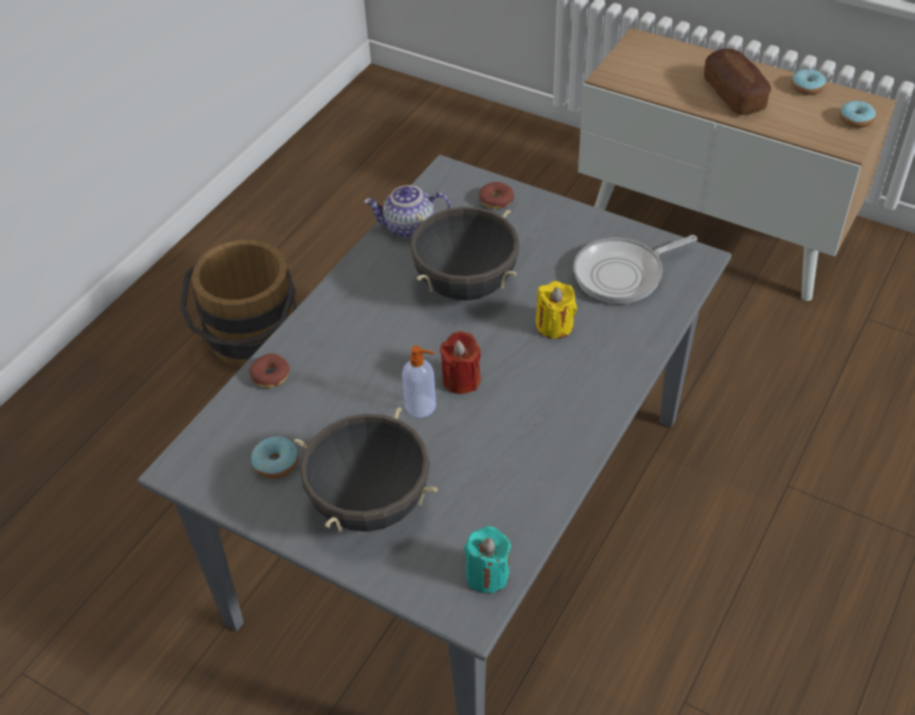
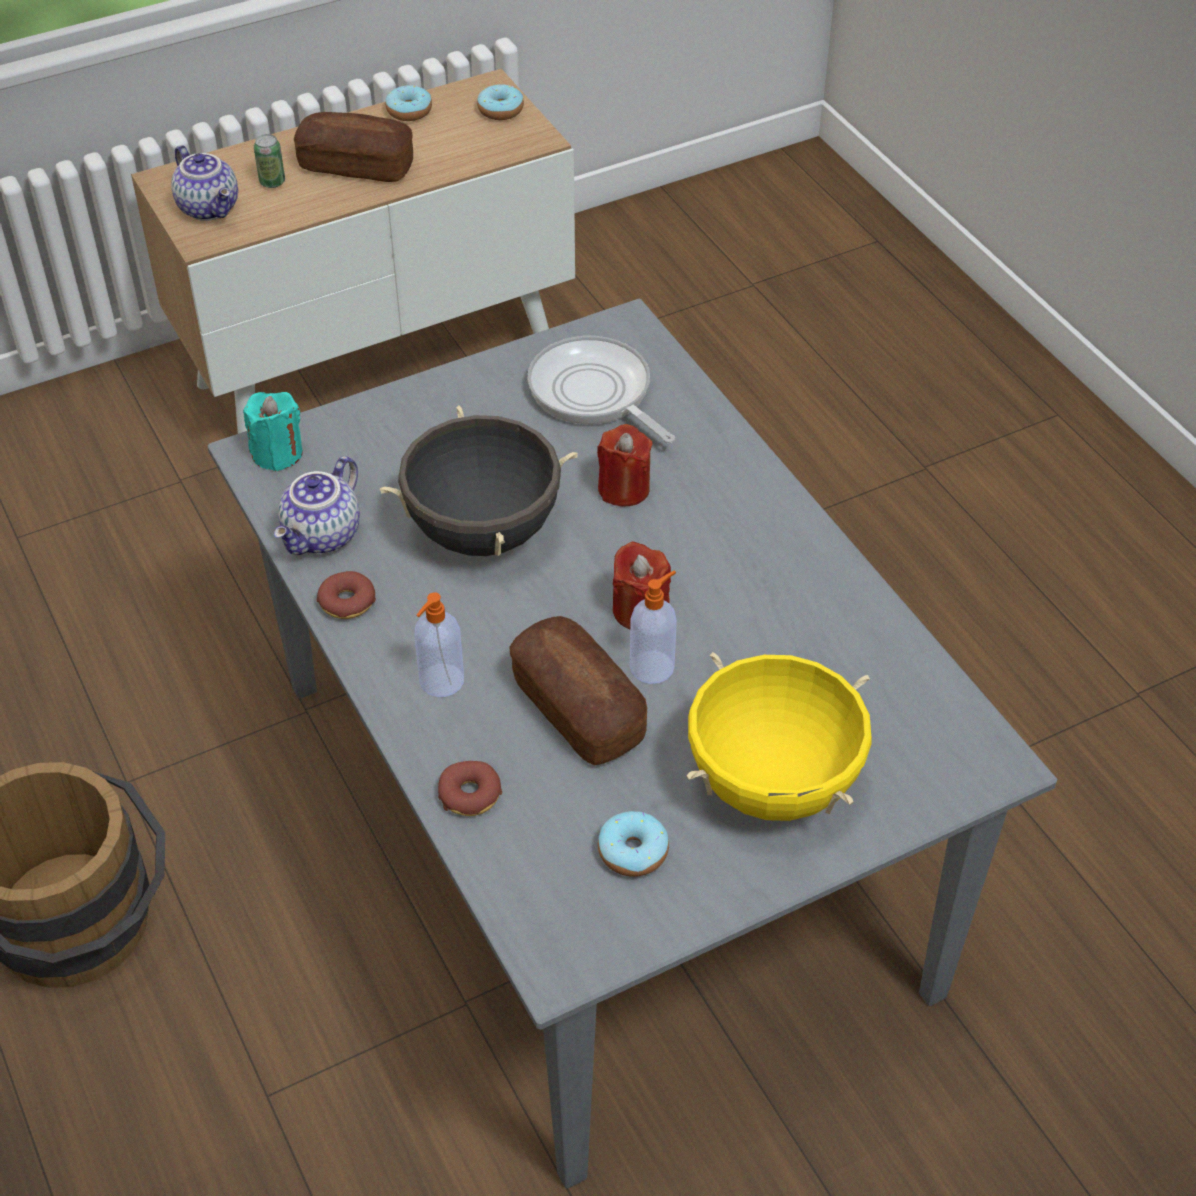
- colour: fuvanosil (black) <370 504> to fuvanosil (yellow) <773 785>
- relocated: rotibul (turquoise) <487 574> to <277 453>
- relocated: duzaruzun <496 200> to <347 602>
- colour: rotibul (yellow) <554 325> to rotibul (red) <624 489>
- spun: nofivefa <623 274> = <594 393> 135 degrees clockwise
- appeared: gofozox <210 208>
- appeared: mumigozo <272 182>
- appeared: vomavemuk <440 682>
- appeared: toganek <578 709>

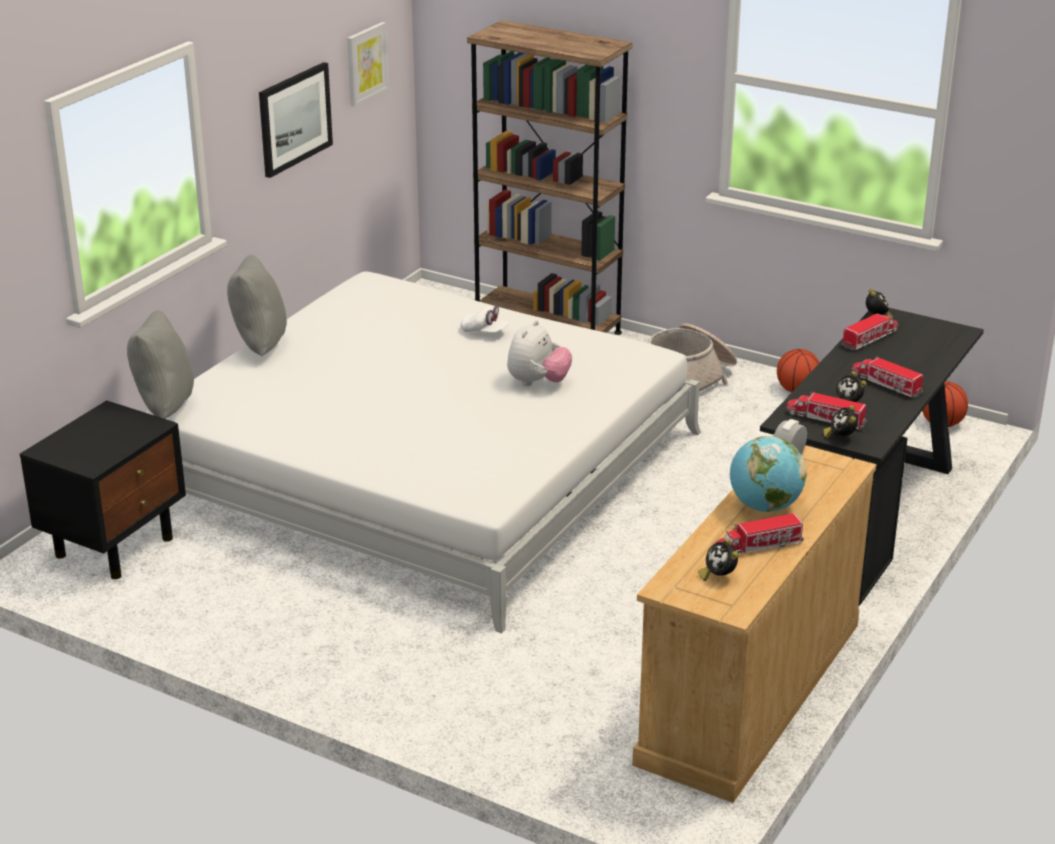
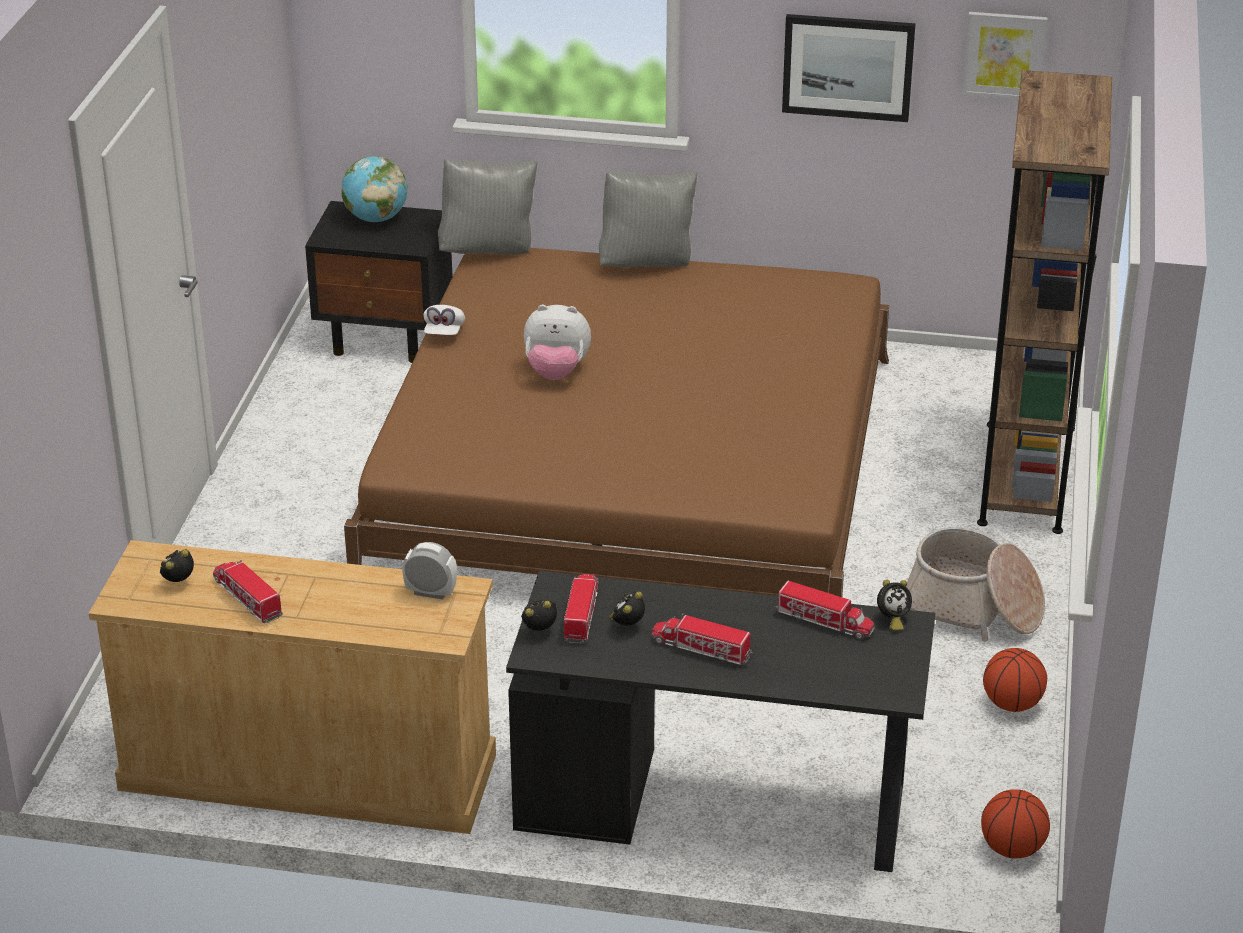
- colour: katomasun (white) <423 467> to katomasun (brown) <633 467>
- relocated: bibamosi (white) <484 332> to <444 332>
- relocated: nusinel <538 383> to <556 372>
- relocated: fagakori <764 507> to <376 218>
- spun: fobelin <886 384> = <701 648> 90 degrees counterclockwise

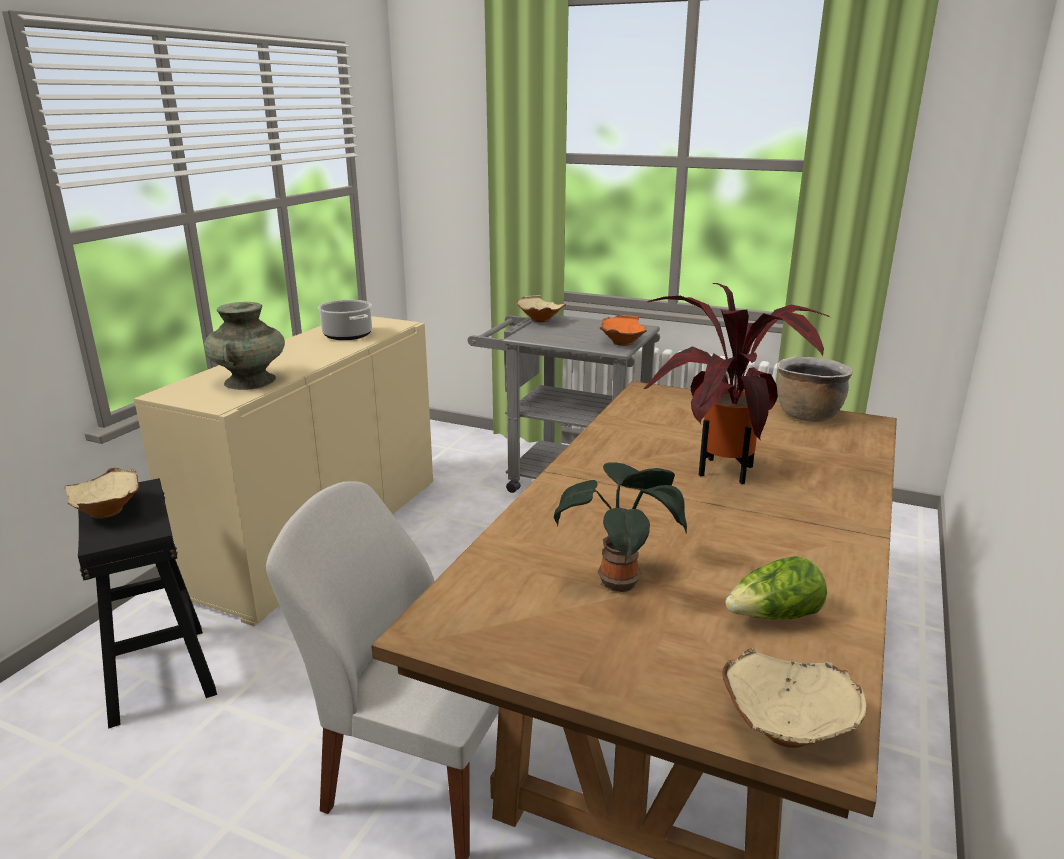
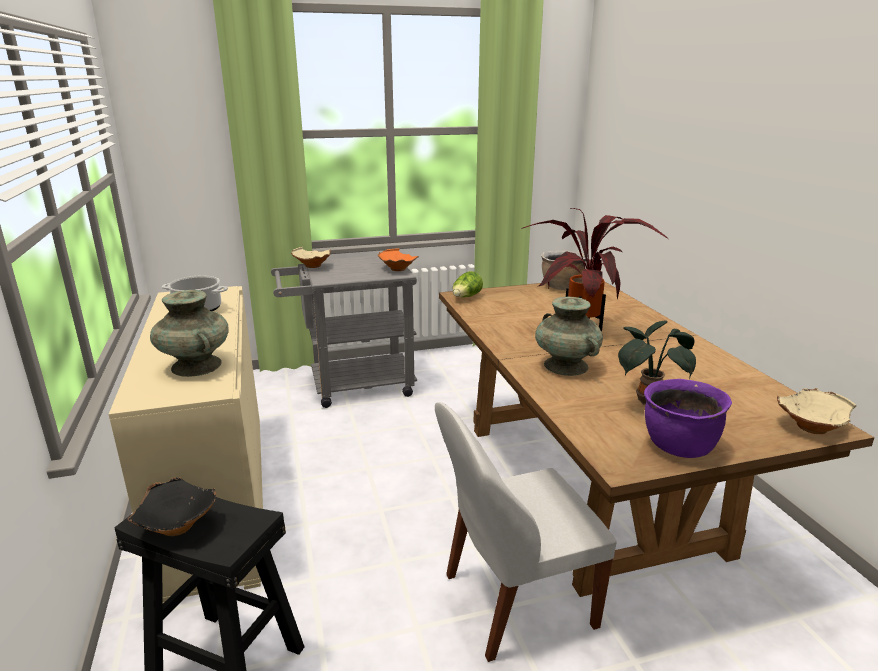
- colour: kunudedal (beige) <109 511> to kunudedal (black) <179 524>
- relocated: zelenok <774 616> to <466 297>
- appeared: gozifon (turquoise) <566 366>
- appeared: fuvanosil (purple) <678 447>

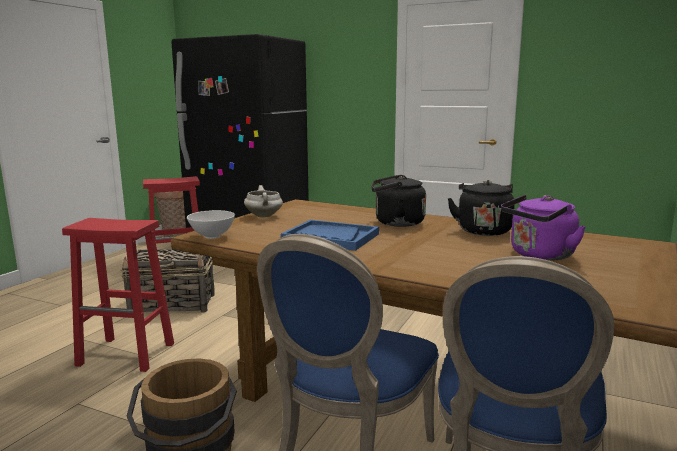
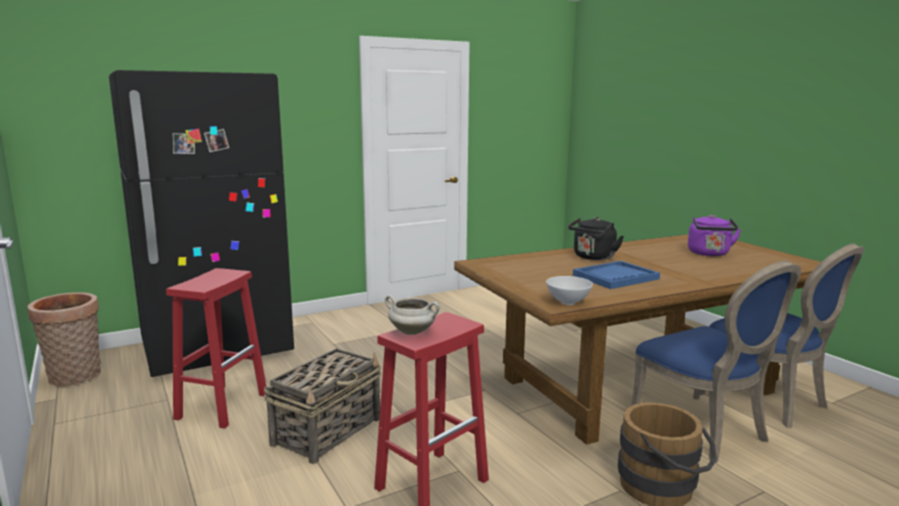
- relocated: fuvanosil (white) <264 216> to <413 332>
- missing: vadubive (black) <483 230>

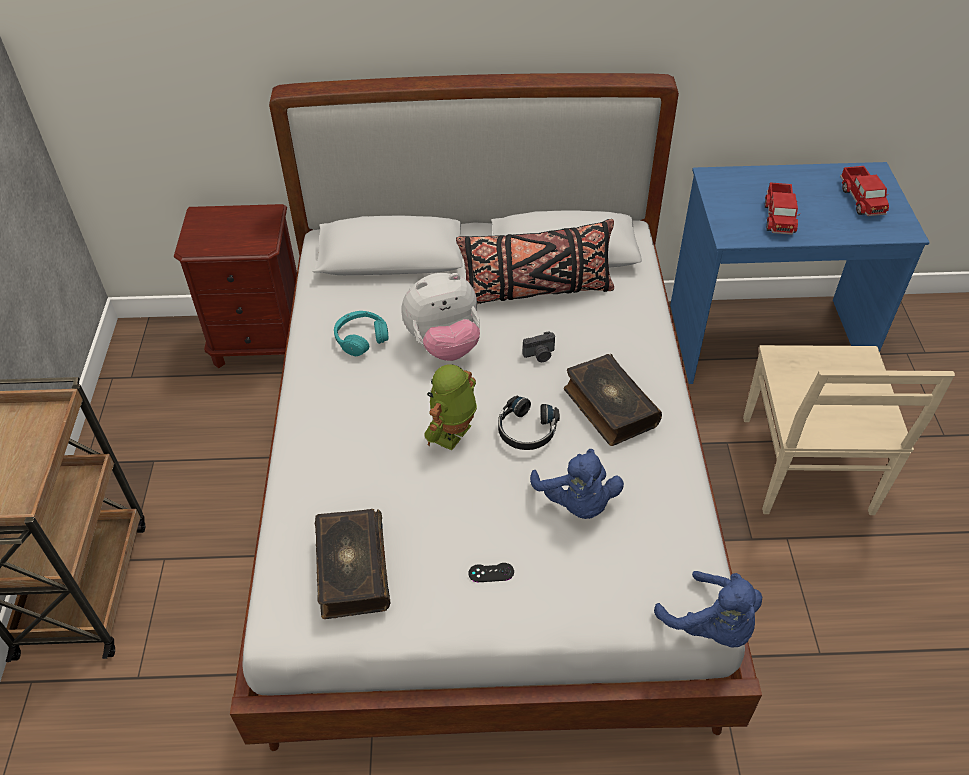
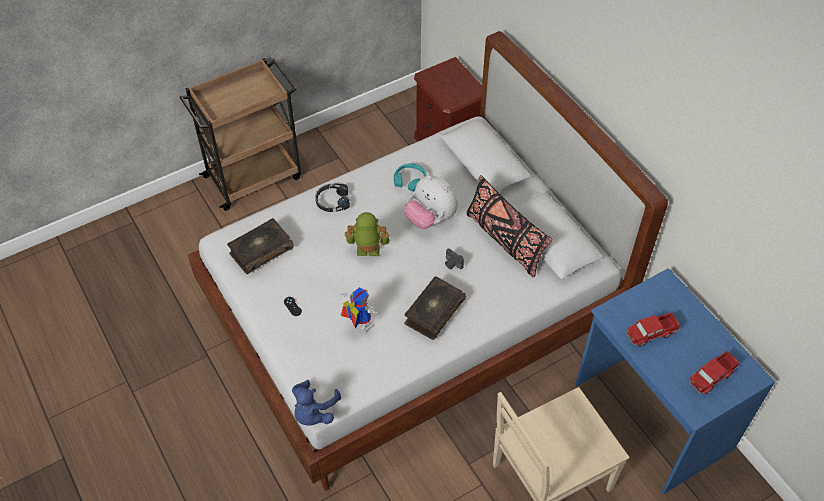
- relocated: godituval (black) <526 430> to <332 201>
- exchanged: nusinel (blue) <577 502> to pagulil <357 324>

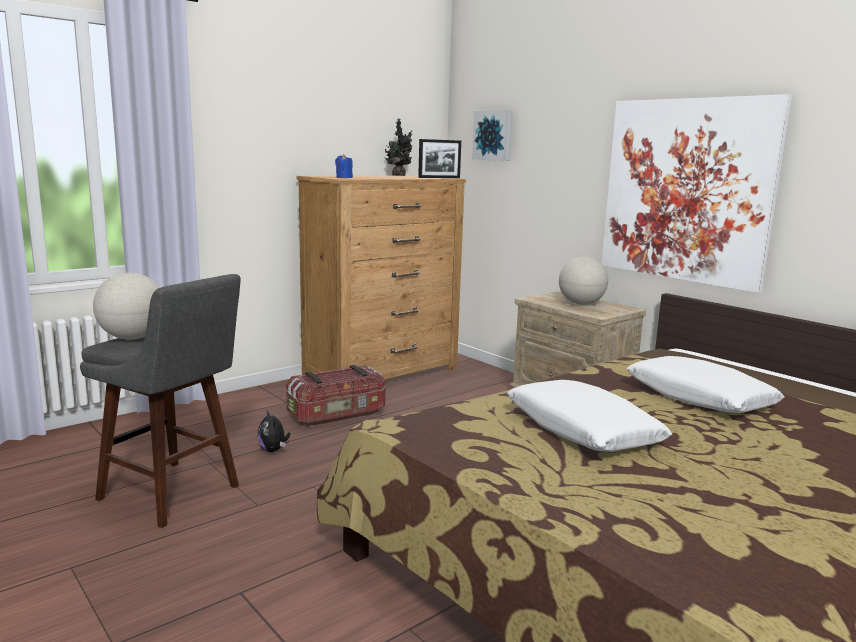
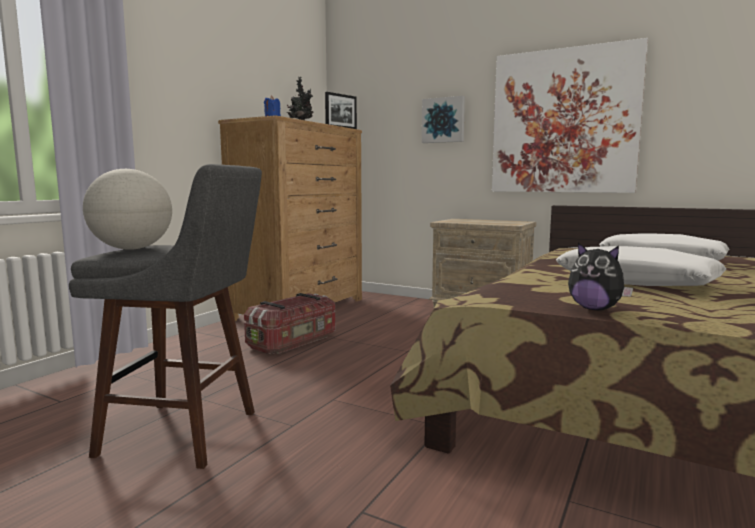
- relocated: nusinel <273 450> to <595 309>
- relocated: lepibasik <493 135> to <443 120>
- missing: fagakori <581 304>

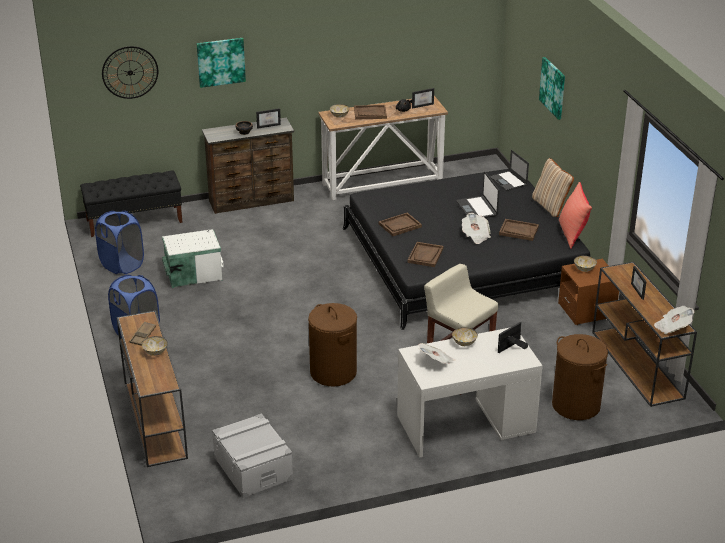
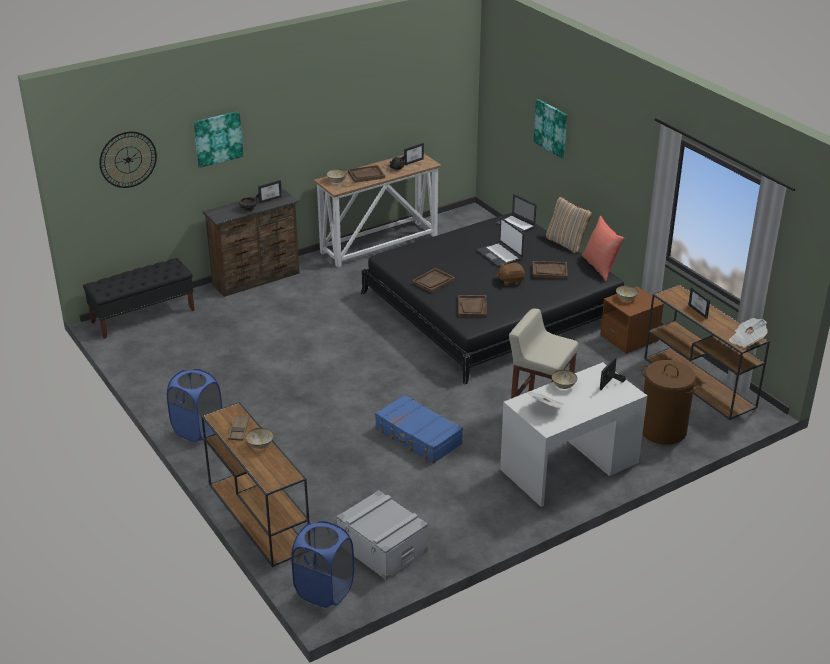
- relocated: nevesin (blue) <122 265> to <324 590>
- missing: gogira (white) <193 272>
- exchanged: nevesin (brown) <333 372> to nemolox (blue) <418 437>
- exchanged: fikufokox <475 235> to nusinel (brown) <510 281>

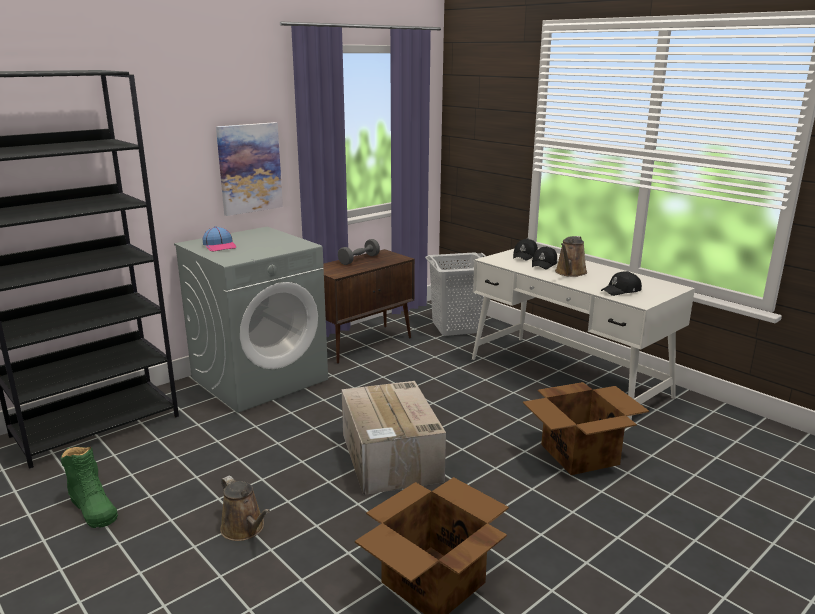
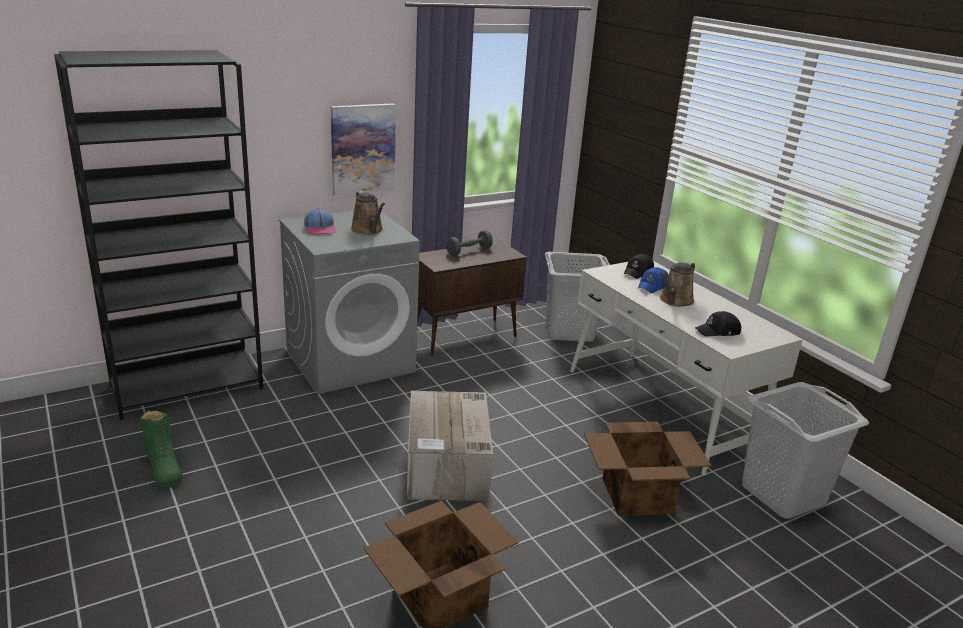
- relocated: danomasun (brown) <245 529> to <368 230>
- colour: bibamosi (black) <544 264> to bibamosi (blue) <653 286>
- appeared: nevesin (grey) <783 495>

